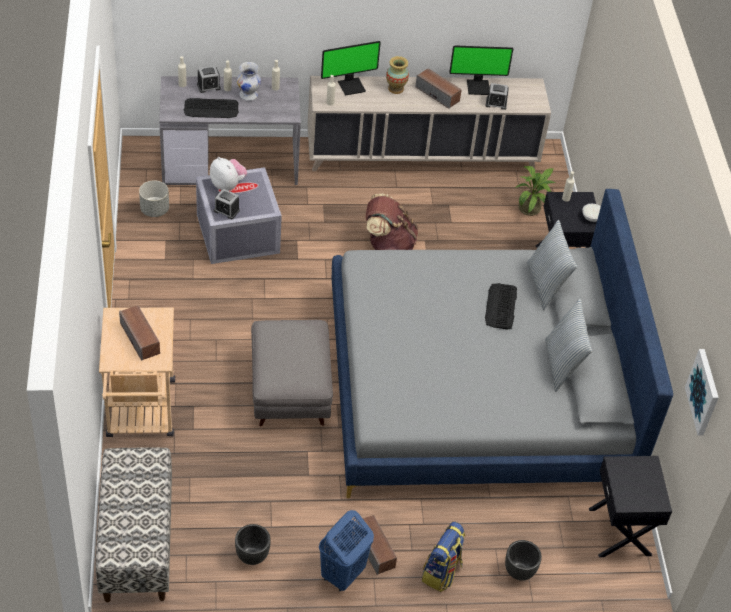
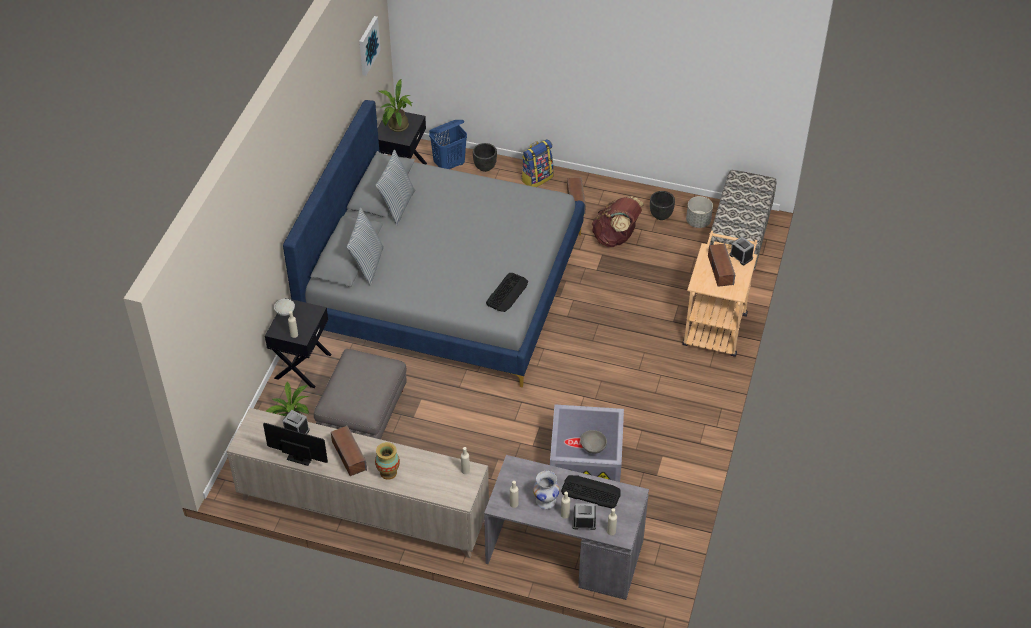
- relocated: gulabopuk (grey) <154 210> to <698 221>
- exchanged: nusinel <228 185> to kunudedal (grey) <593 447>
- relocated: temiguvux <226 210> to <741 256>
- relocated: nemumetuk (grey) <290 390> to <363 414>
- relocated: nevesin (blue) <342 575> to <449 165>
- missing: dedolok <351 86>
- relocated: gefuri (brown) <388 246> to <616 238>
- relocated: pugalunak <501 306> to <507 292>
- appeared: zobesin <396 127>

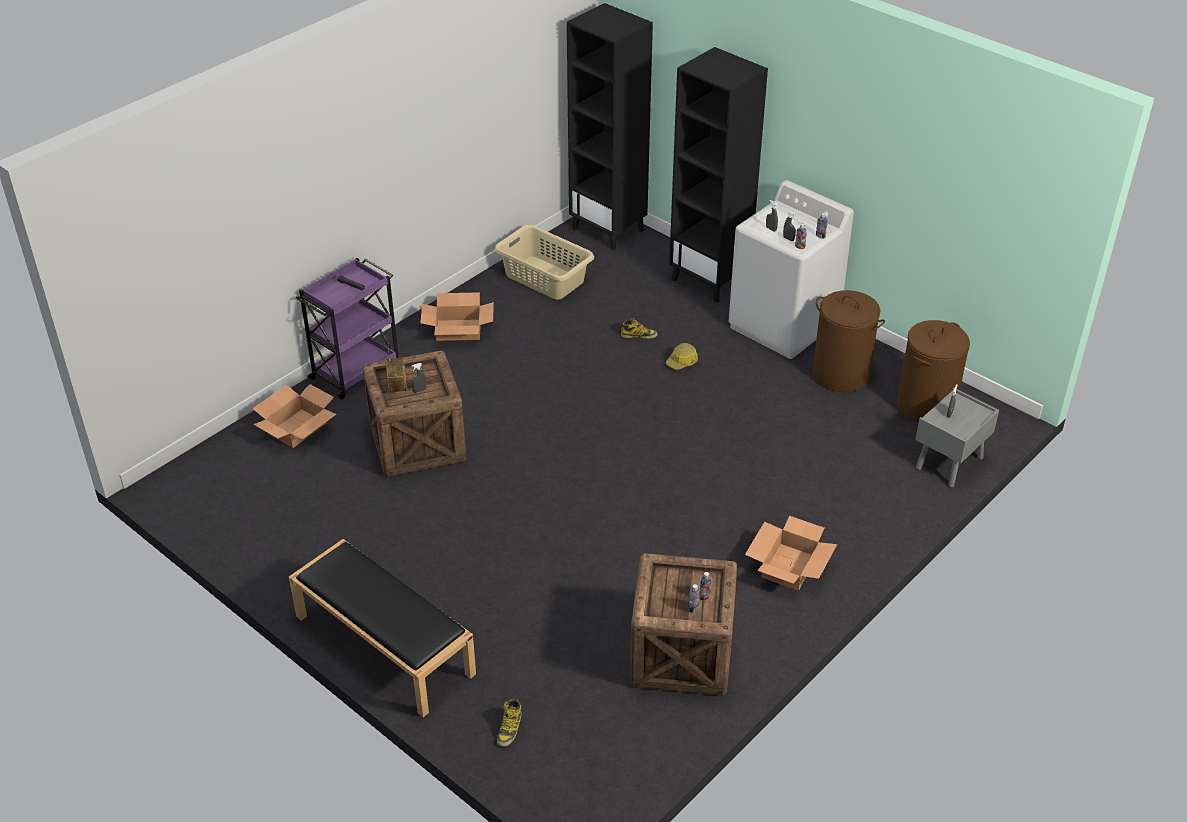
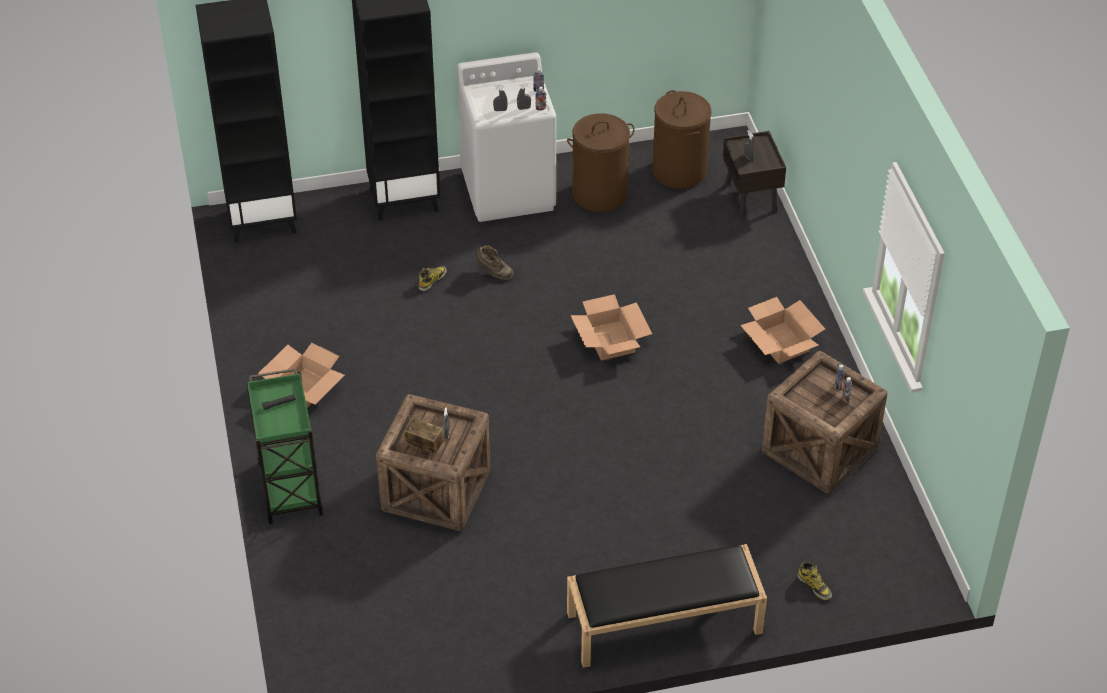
- relocated: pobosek <297 428> to <610 340>
- colour: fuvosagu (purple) <356 370> to fuvosagu (green) <290 487>
- missing: nevesin (beige) <544 277>
- exchanged: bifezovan <682 362> to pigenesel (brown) <493 273>
- colour: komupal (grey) <949 463> to komupal (brown) <751 197>

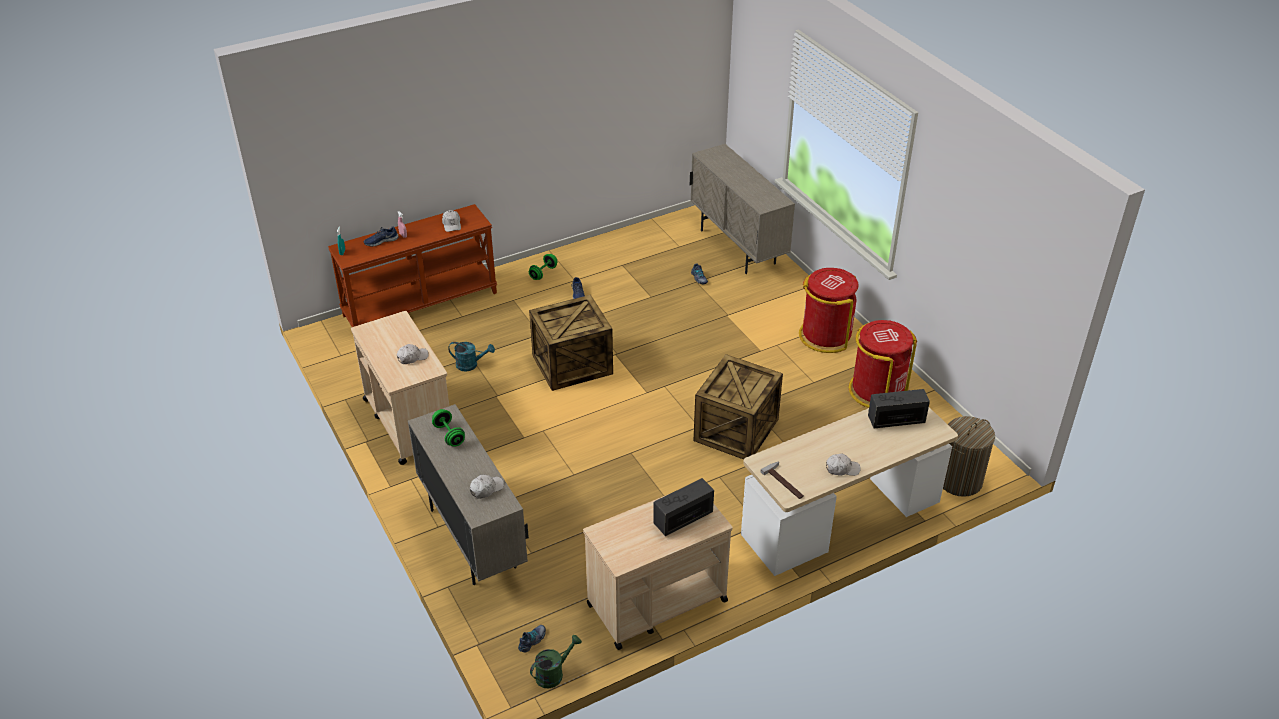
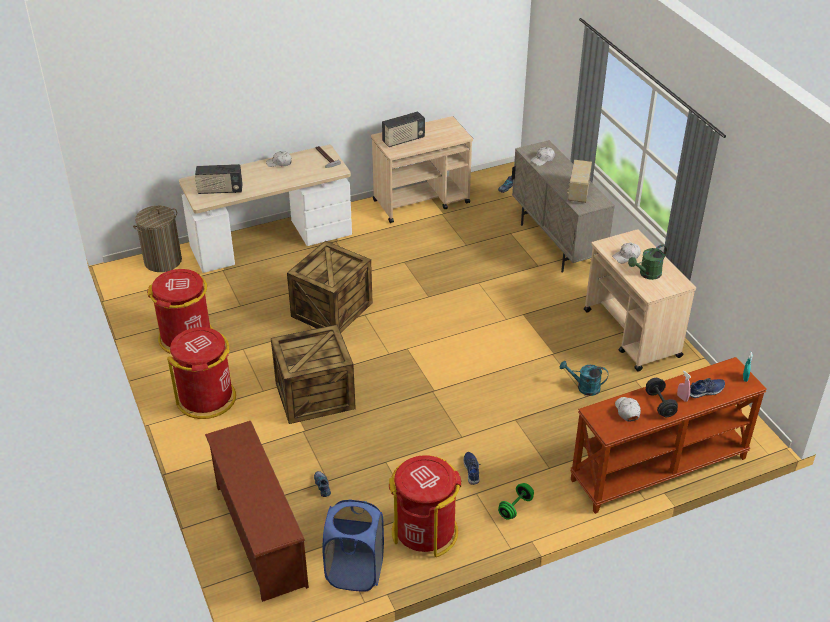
- exchanged: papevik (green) <449 435> to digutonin <578 193>
- relocated: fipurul <572 365> to <315 394>
- relocated: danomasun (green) <553 673> to <647 274>
- exchanged: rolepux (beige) <737 247> to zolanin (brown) <258 535>
- appeared: nevesin (blue) <355 571>
- appeared: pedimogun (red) <425 531>
- appeared: papevik (black) <660 404>

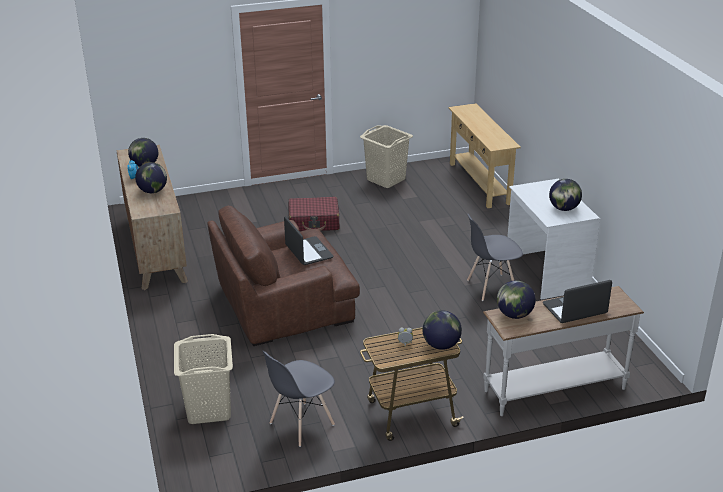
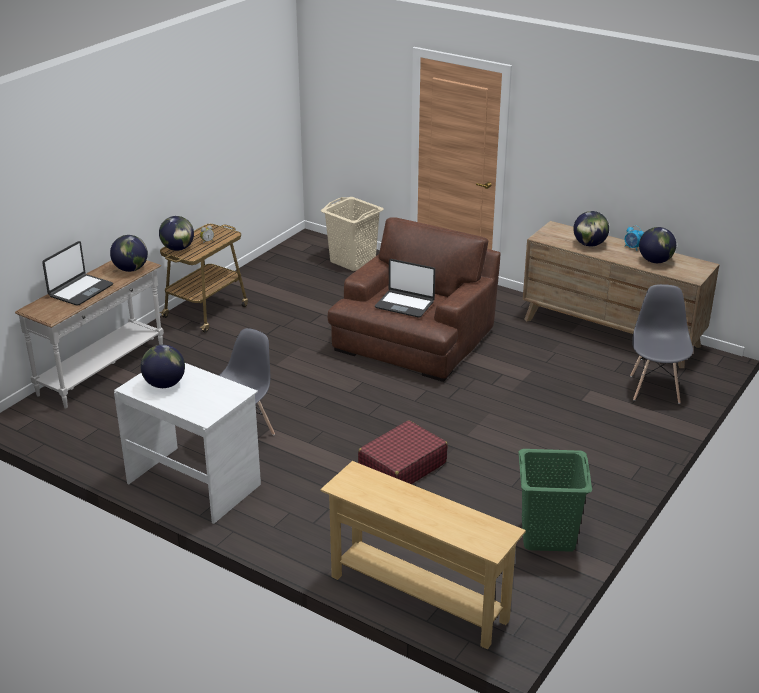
- relocated: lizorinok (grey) <301 424> to <655 389>
- relocated: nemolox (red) <314 222> to <402 466>
- colour: nevesin (beige) <386 179> to nevesin (green) <548 536>

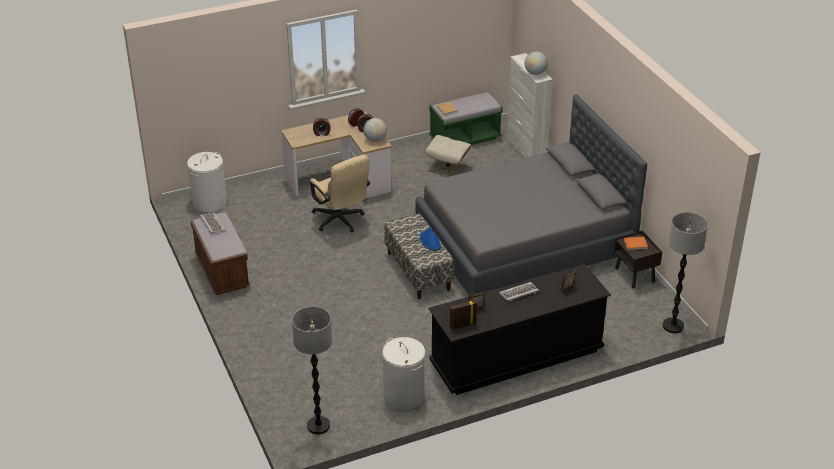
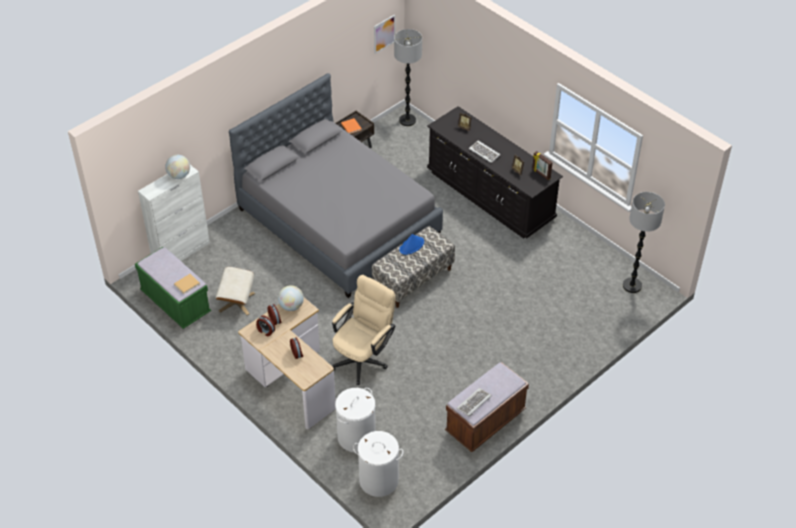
- relocated: nevesin (white) <404 395> to <356 437>
- appeared: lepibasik <384 34>

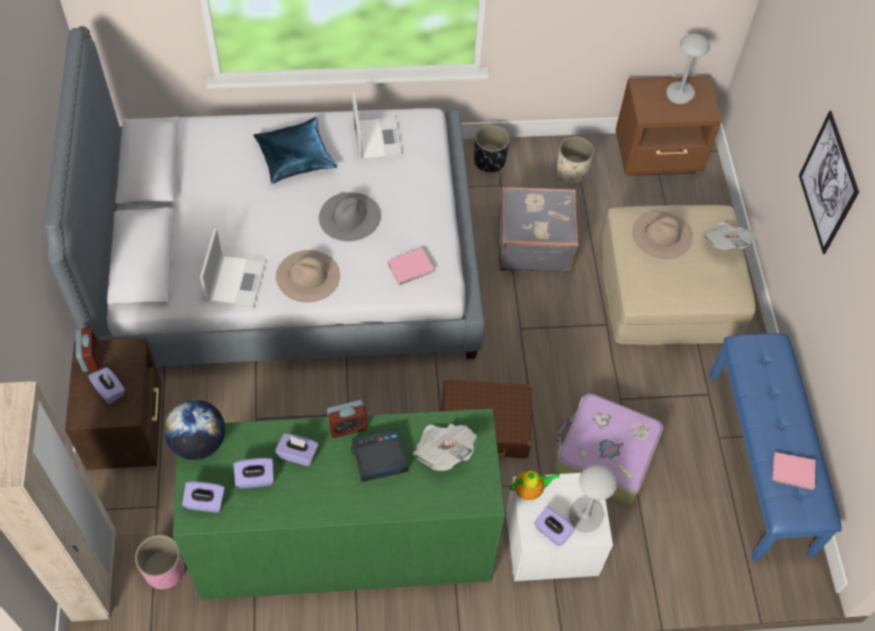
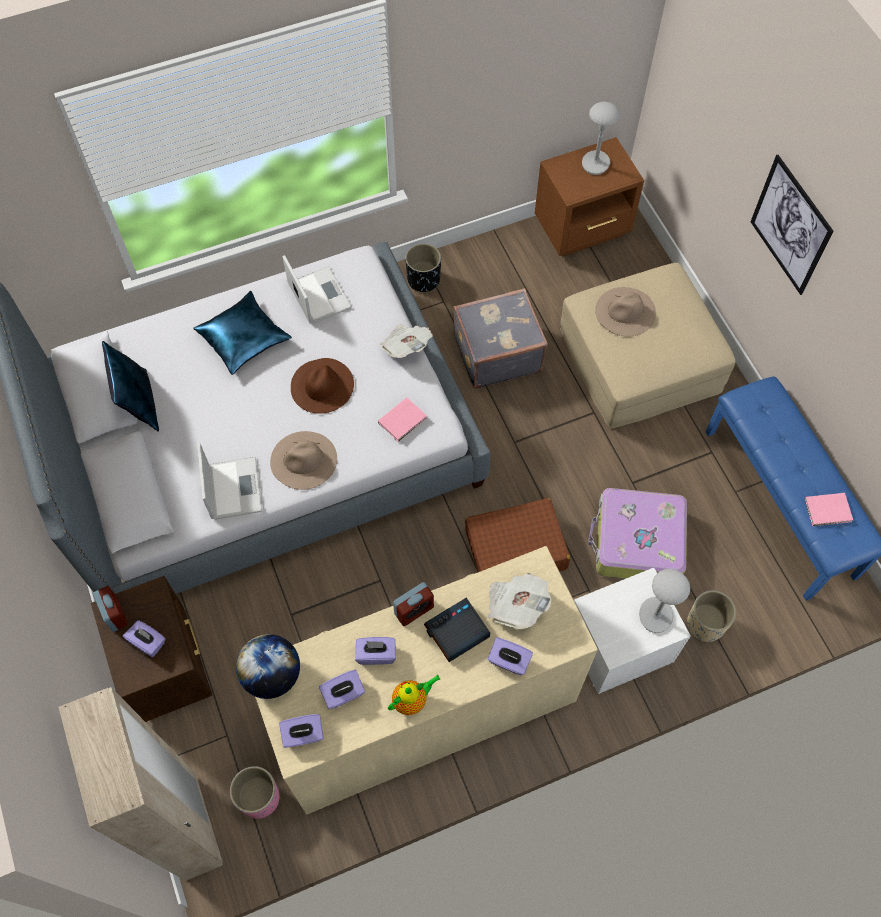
- colour: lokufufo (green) <345 540> to lokufufo (beige) <423 707>
- colour: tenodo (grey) <349 216> to tenodo (brown) <322 385>
- relocated: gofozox <530 490> to <412 700>
- relocated: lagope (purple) <552 532> to <509 661>
- relocated: gulabopuk (beige) <572 172> to <705 624>
- relocated: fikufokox <725 243> to <406 347>
- appeared: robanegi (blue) <139 403>

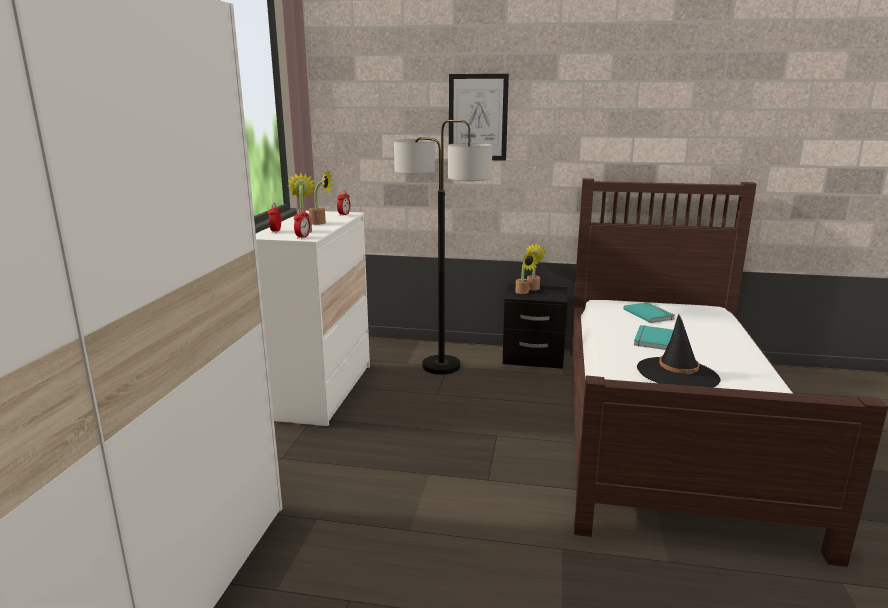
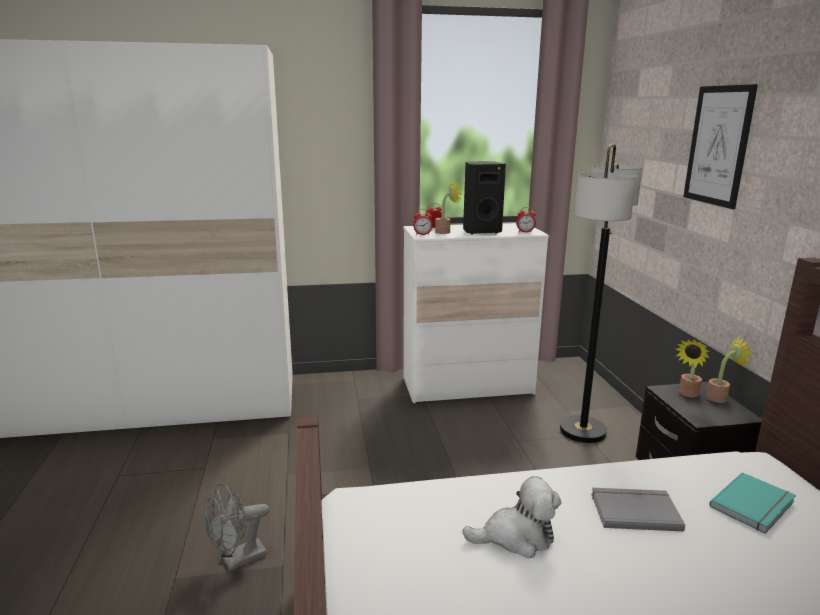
- exchanged: zobesin <321 223> to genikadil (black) <481 231>
- colour: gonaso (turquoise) <651 339> to gonaso (grey) <634 510>
- exchanged: tenodo (black) <677 374> to nusinel <516 537>
- appeared: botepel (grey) <238 560>

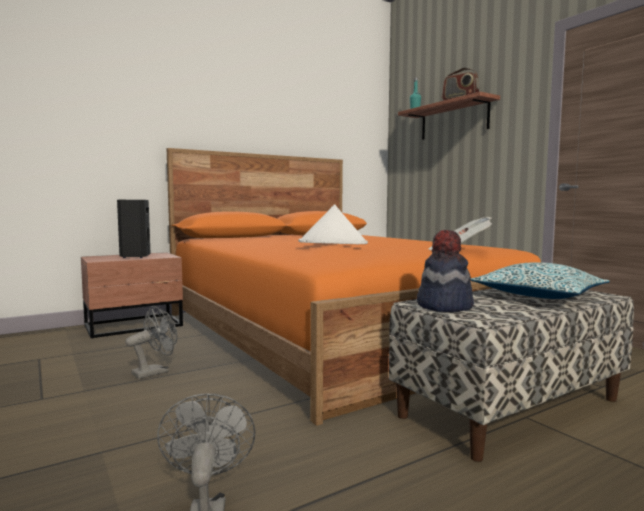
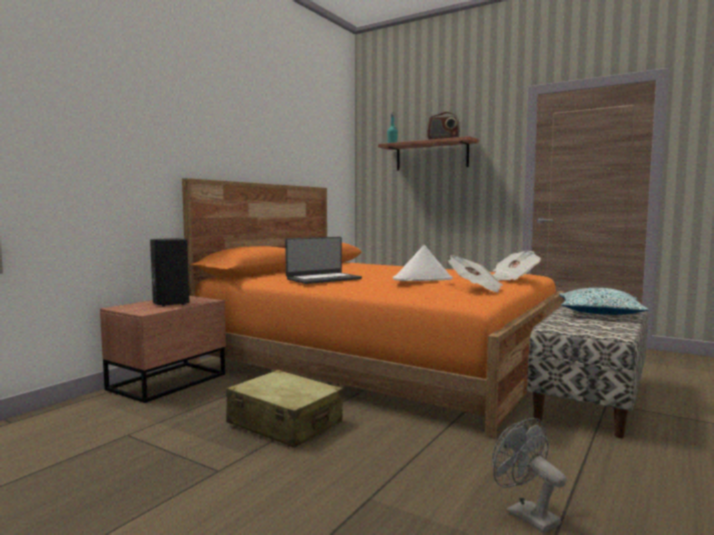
- exchanged: botepel (grey) <155 372> to nemolox (beige) <285 423>
- missing: tenodo <444 306>
- appeared: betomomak <323 279>
- appeared: fikufokox <475 288>

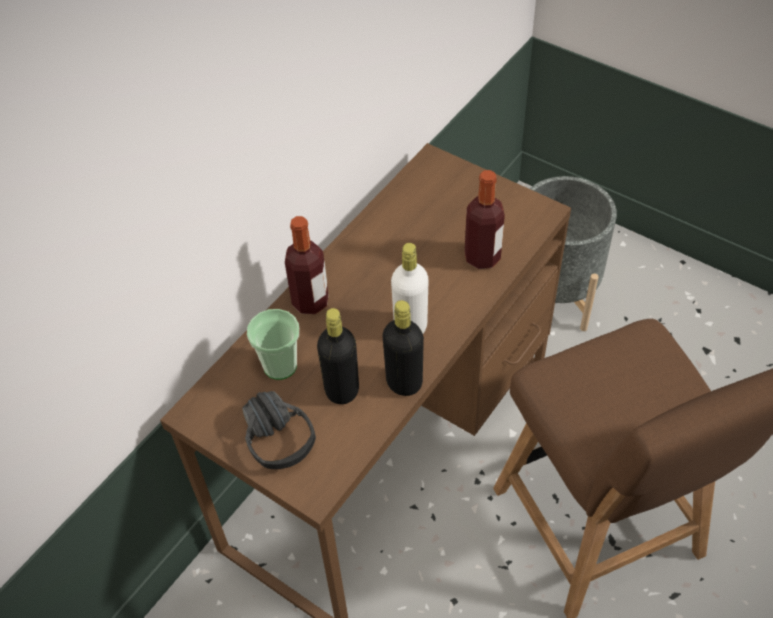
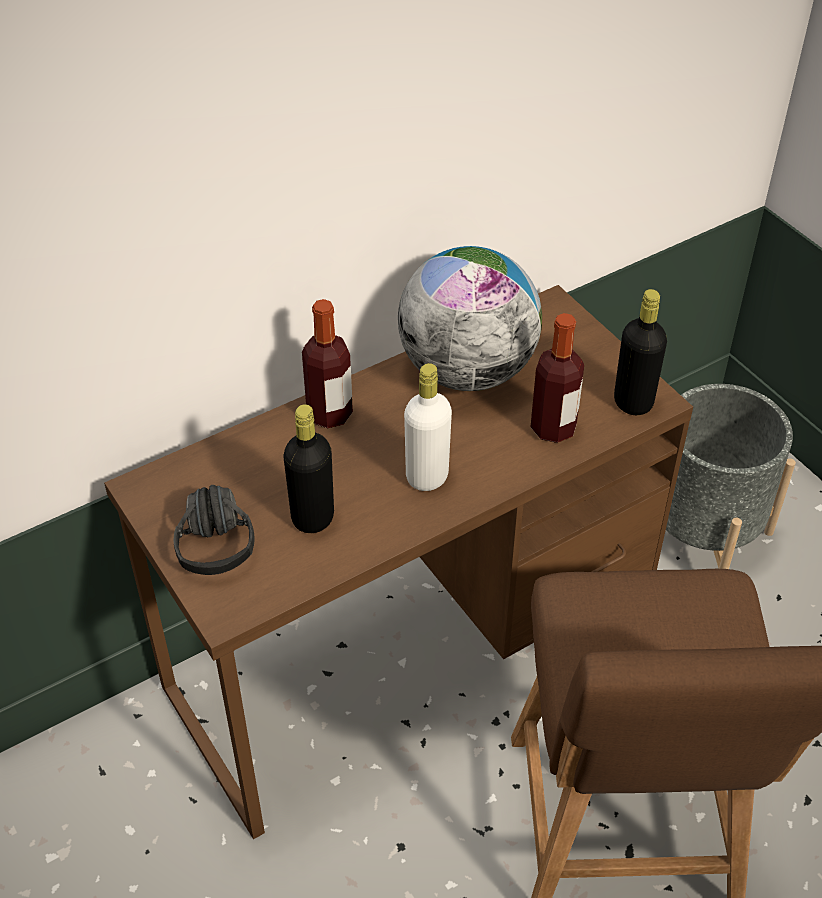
- missing: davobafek <280 366>
- relocated: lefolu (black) <404 382> to <633 402>
- appeared: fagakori <467 371>

